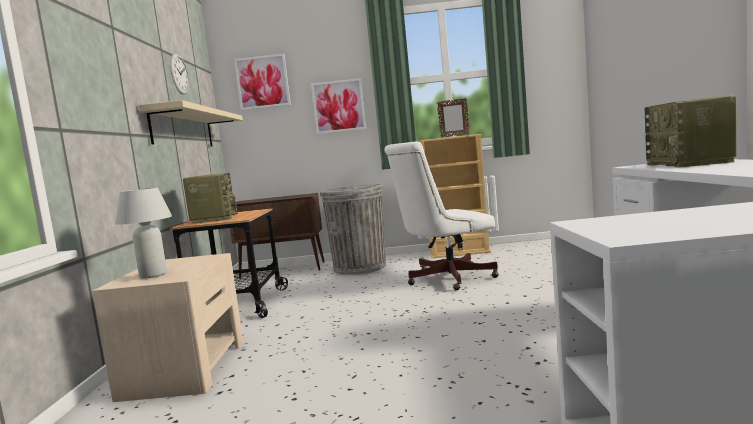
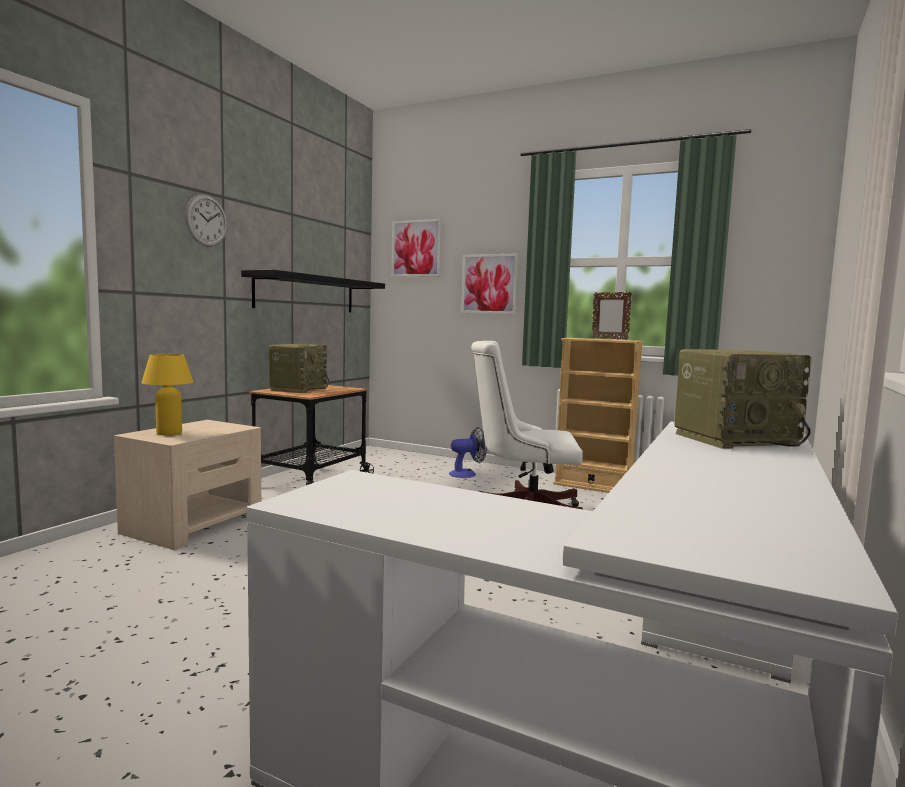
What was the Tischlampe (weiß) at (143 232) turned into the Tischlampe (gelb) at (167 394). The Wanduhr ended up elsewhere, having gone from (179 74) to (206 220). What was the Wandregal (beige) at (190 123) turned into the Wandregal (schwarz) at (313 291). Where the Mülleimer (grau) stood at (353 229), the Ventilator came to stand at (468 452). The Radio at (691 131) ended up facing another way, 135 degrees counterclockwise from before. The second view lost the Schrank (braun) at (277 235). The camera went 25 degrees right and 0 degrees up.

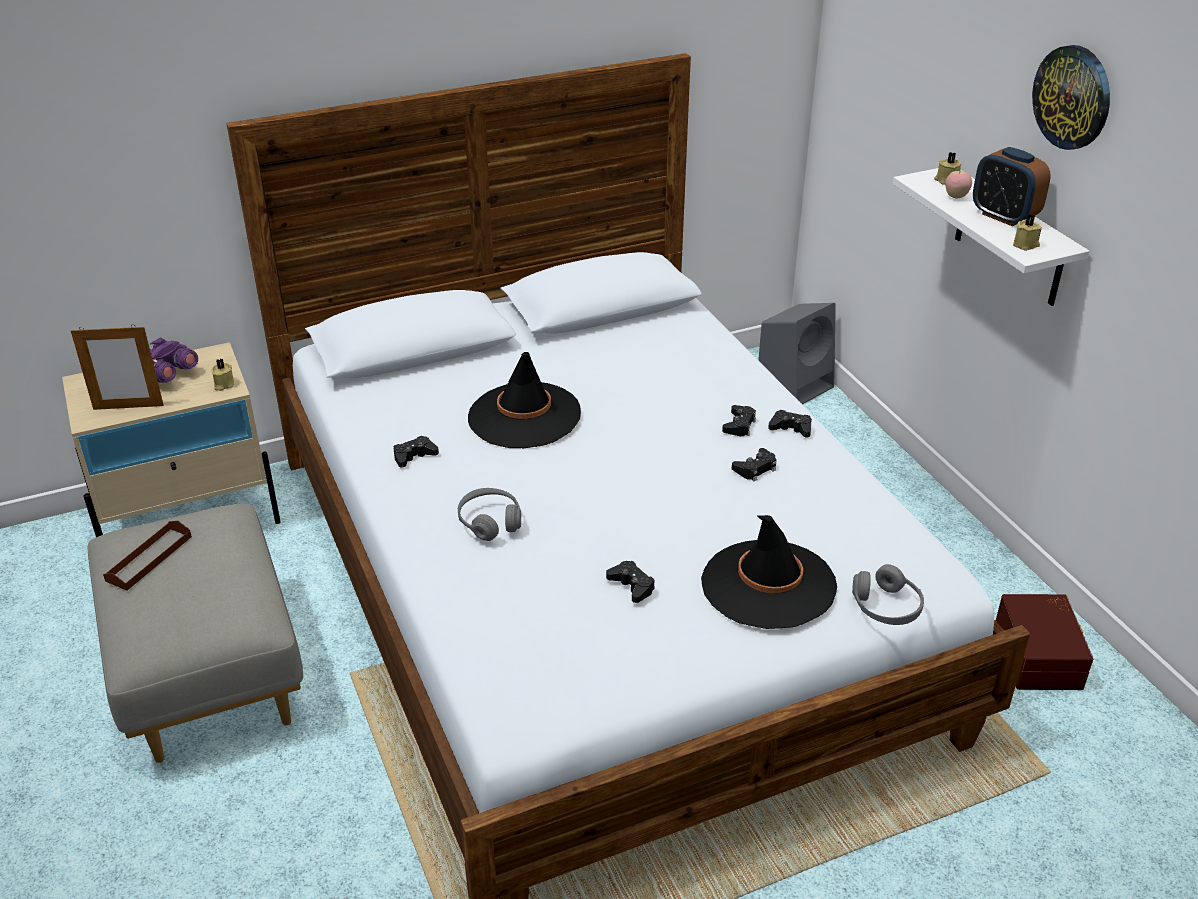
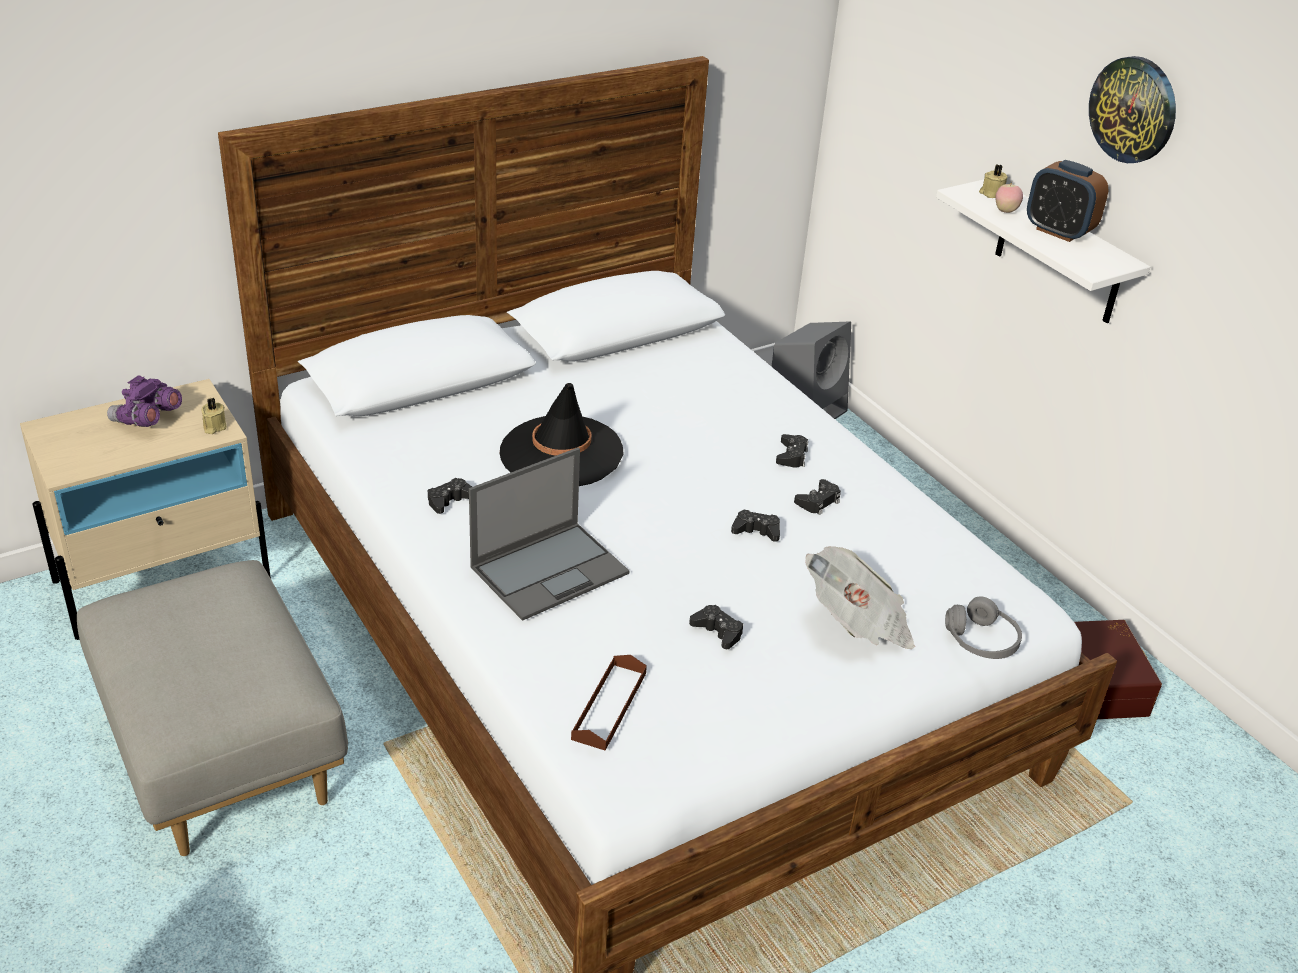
Where the Kopfhörer (grau) stood at (489 514), the Laptop came to stand at (549 534). The Tablett (braun) ended up elsewhere, having gone from (147 556) to (609 703). The Gamepad (schwarz) ended up elsewhere, having gone from (790 424) to (755 525). Where the Hut (schwarz) stood at (769 572), the Zeitung came to stand at (860 597). The second view lost the Bilderrahmen at (117 367). The second view lost the Kerze (beige) at (1027 232). The camera went 10 degrees left and 0 degrees up.

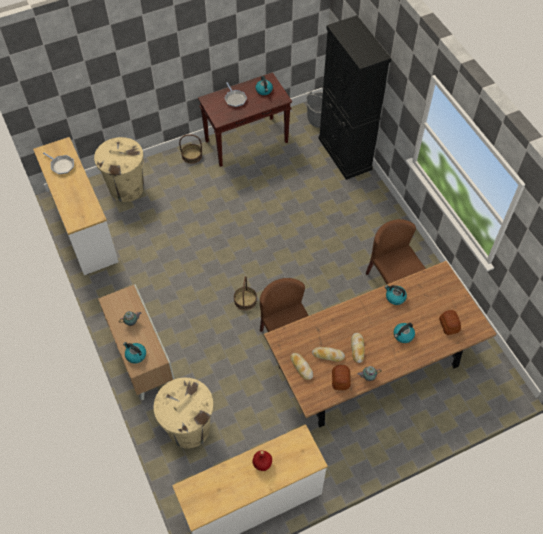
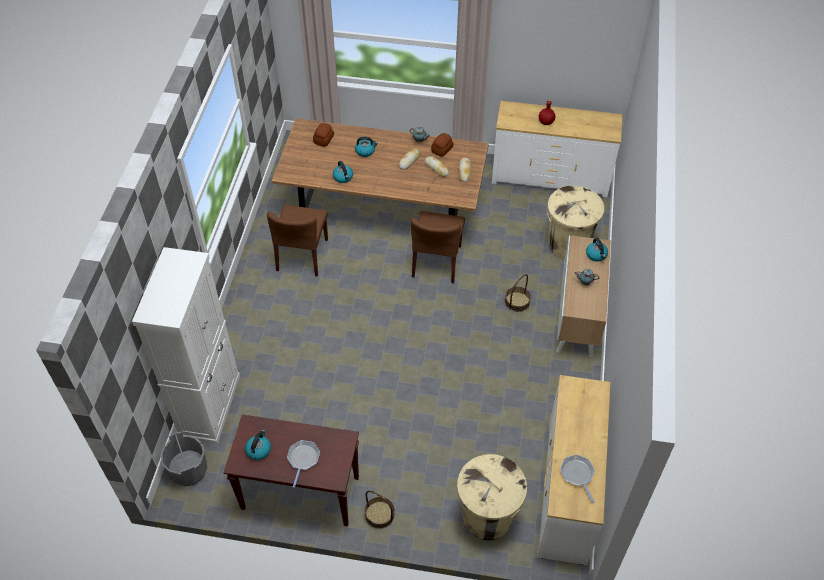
What was the Schrank (schwarz) at (355 97) turned into the Schrank (weiß) at (186 345). The Korb ended up elsewhere, having gone from (245 293) to (518 293). The camera went 145 degrees left and 5 degrees down.

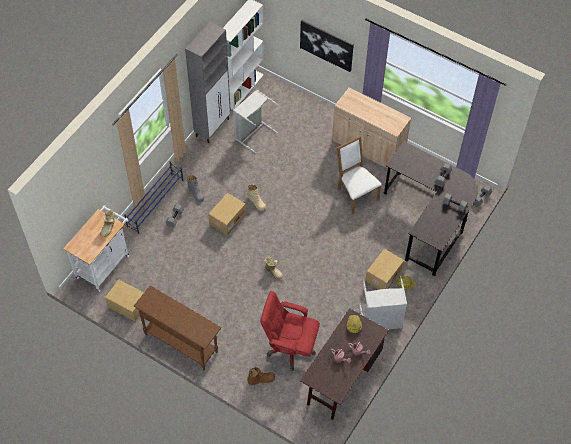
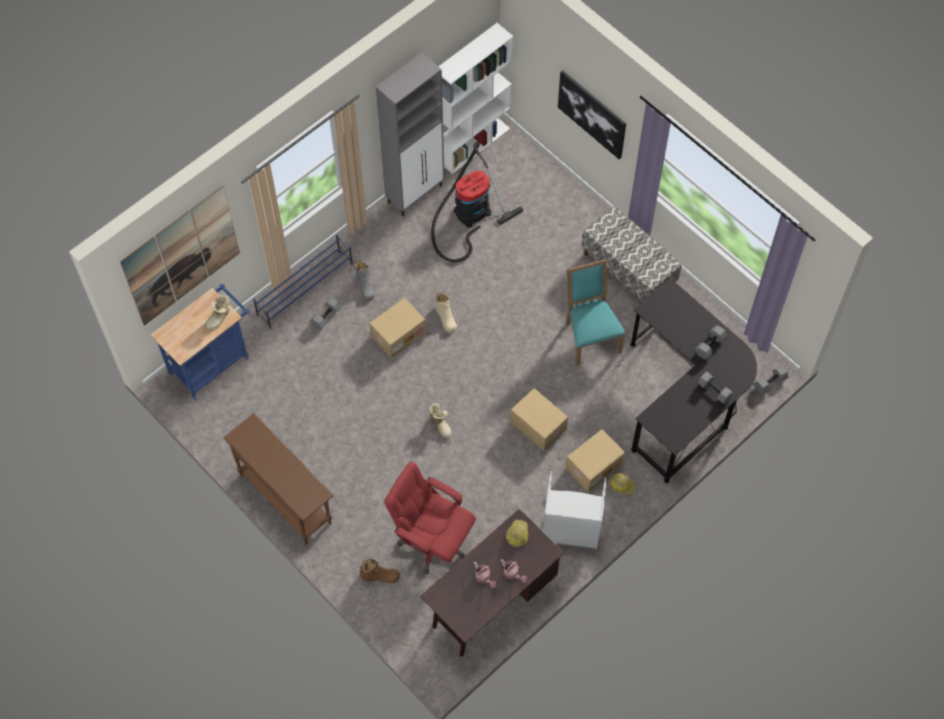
The second view gained the Bild at (180 256). What was the Rollwagen (weiß) at (96 248) turned into the Rollwagen (blau) at (200 342). Where the Wäschekorb (grau) stood at (255 121), the Staubsauger came to stand at (477 202). The Karton ended up elsewhere, having gone from (124 300) to (539 419). What was the Stuhl (weiß) at (359 175) turned into the Stuhl (türkis) at (595 312). Where the Schrank (beige) stood at (371 129), the Bank came to stand at (631 254). The camera went 15 degrees right and 5 degrees up.

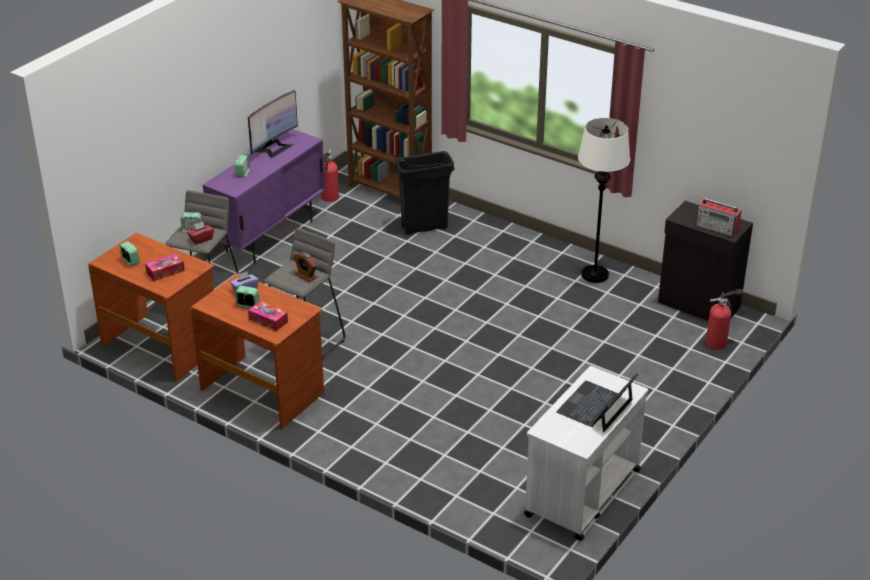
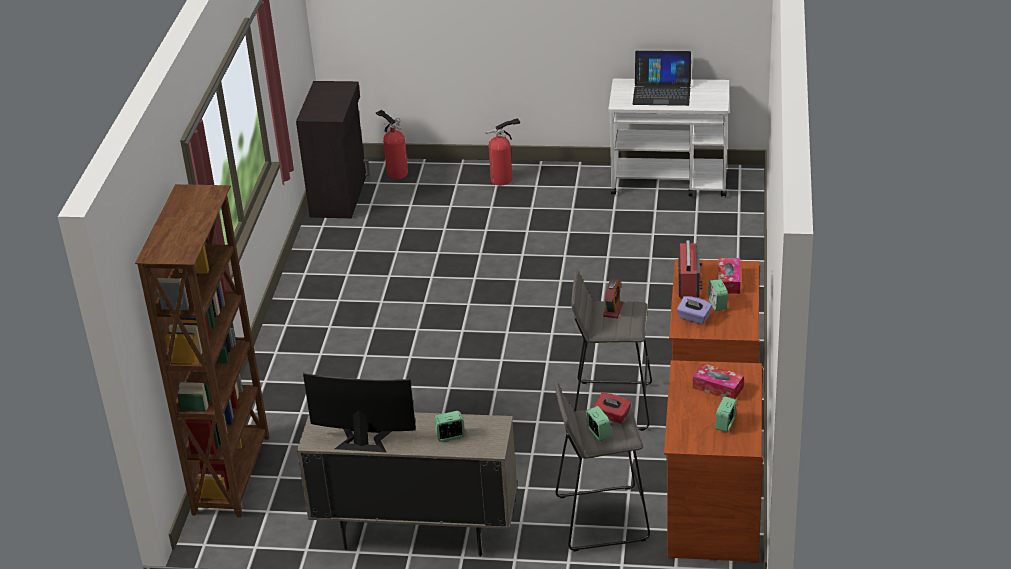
What was the Schrank (lila) at (263 196) turned into the Schrank (beige) at (407 484). The Feuerlöscher ended up elsewhere, having gone from (330 175) to (502 151). The Radio ended up elsewhere, having gone from (719 217) to (690 268). The second view lost the Mülleimer (schwarz) at (424 193). The second view lost the Stehlampe (weiß) at (604 200). The camera went 115 degrees left and 0 degrees up.

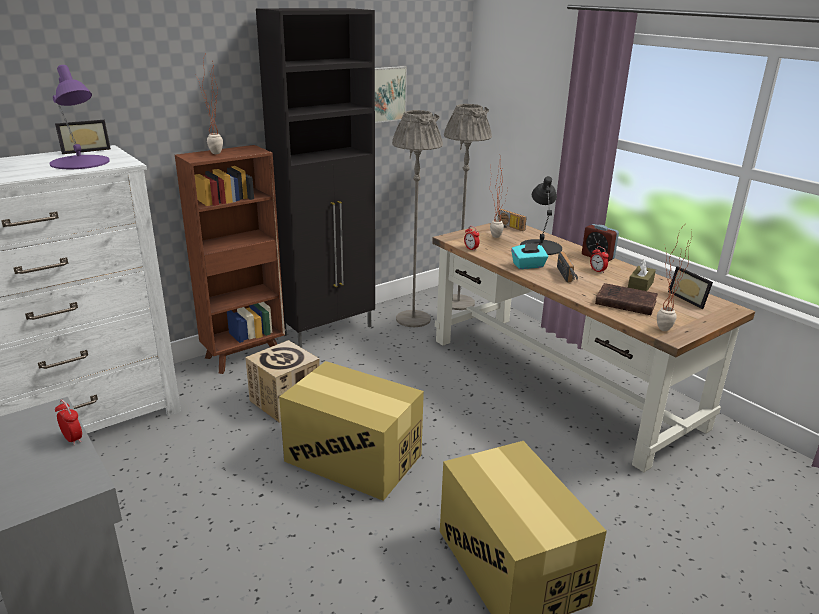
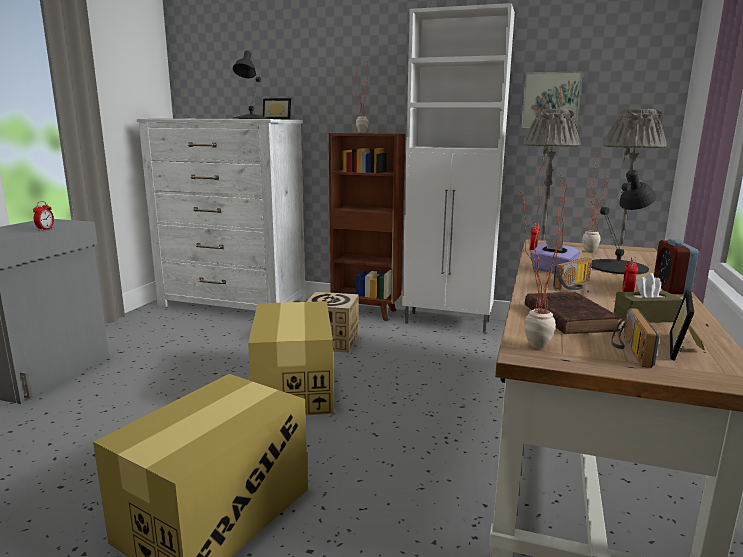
What was the Tischlampe (lila) at (80 117) turned into the Tischlampe (schwarz) at (252 85). What was the Schrank (schwarz) at (315 178) turned into the Schrank (weiß) at (458 168). What was the Taschentuchbox (türkis) at (529 256) turned into the Taschentuchbox (lila) at (555 255). The Radio ended up elsewhere, having gone from (512 220) to (635 338). The camera went 55 degrees right and 10 degrees down.

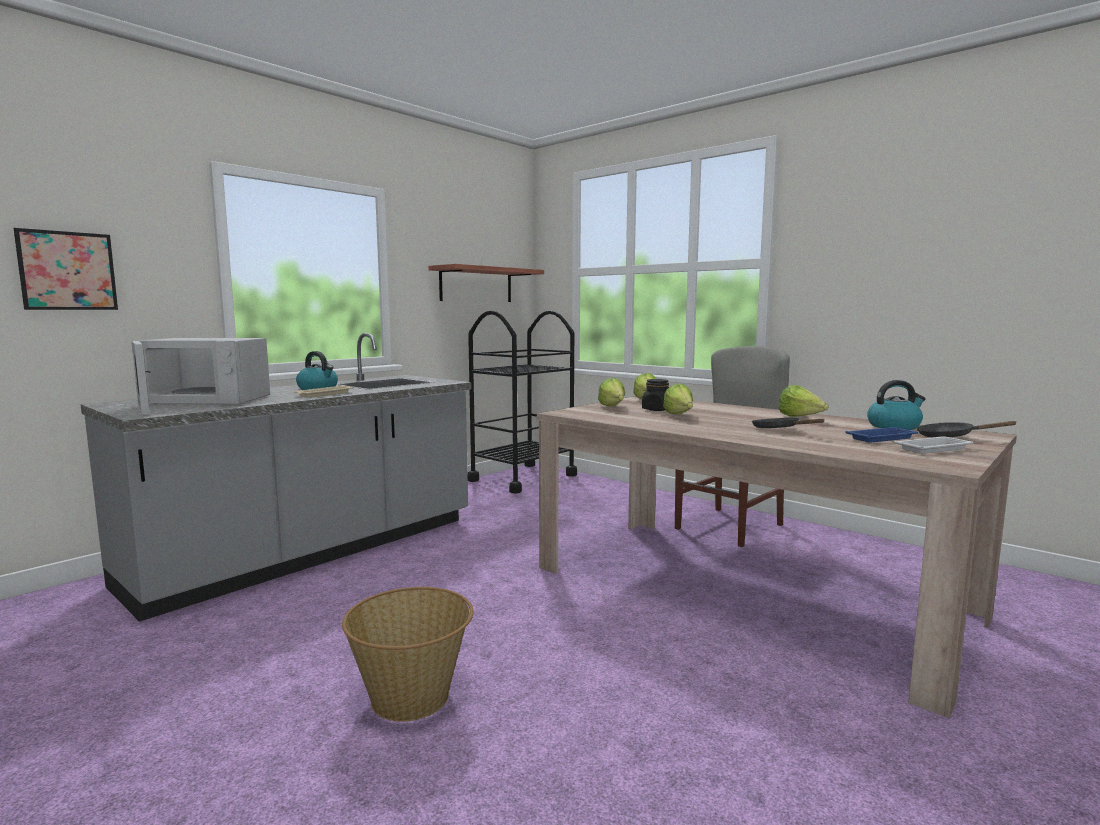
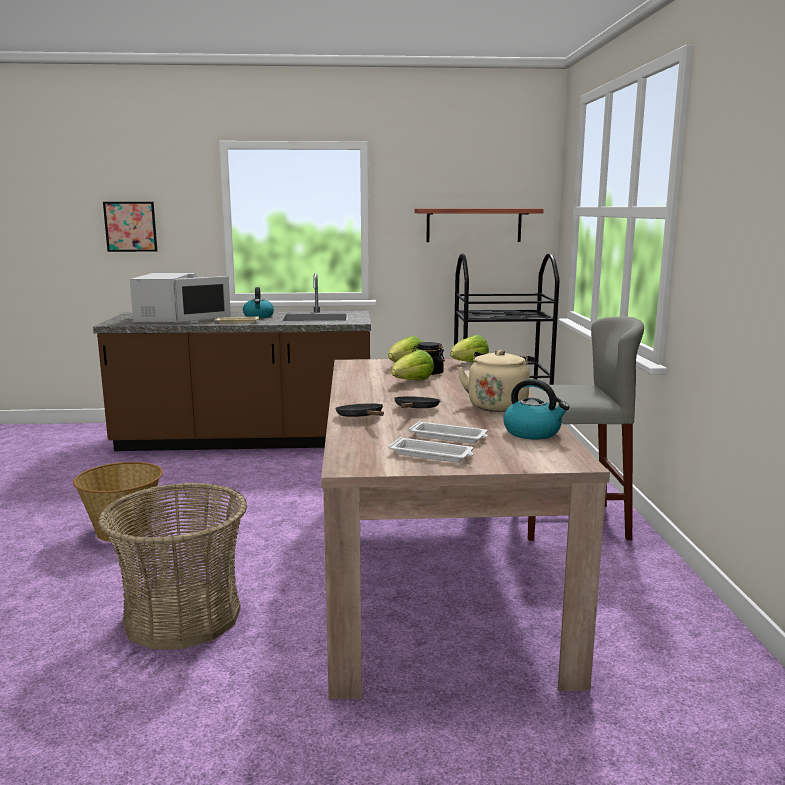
What was the Küchenzeile (grau) at (275 477) turned into the Küchenzeile (braun) at (232 362). The second view gained the Korb at (172 565). The Mikrowelle (weiß) at (201 376) ended up facing another way, 135 degrees counterclockwise from before. The Pfanne (schwarz) ended up elsewhere, having gone from (967 429) to (359 410). What was the Tablett (blau) at (881 435) turned into the Tablett (weiß) at (448 432). Where the Salatkopf stood at (803 401), the Wasserkessel (beige) came to stand at (496 381). The camera went 45 degrees right and 5 degrees up.

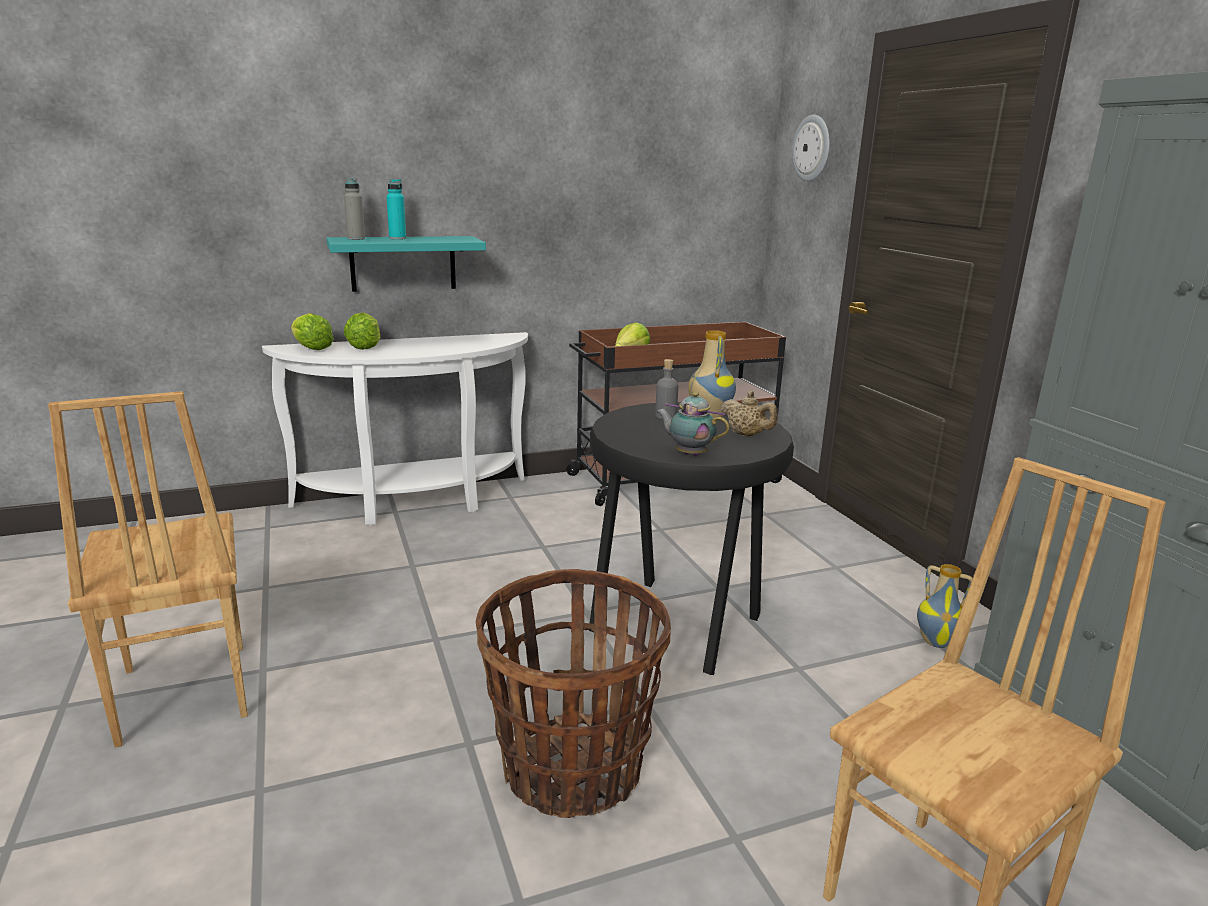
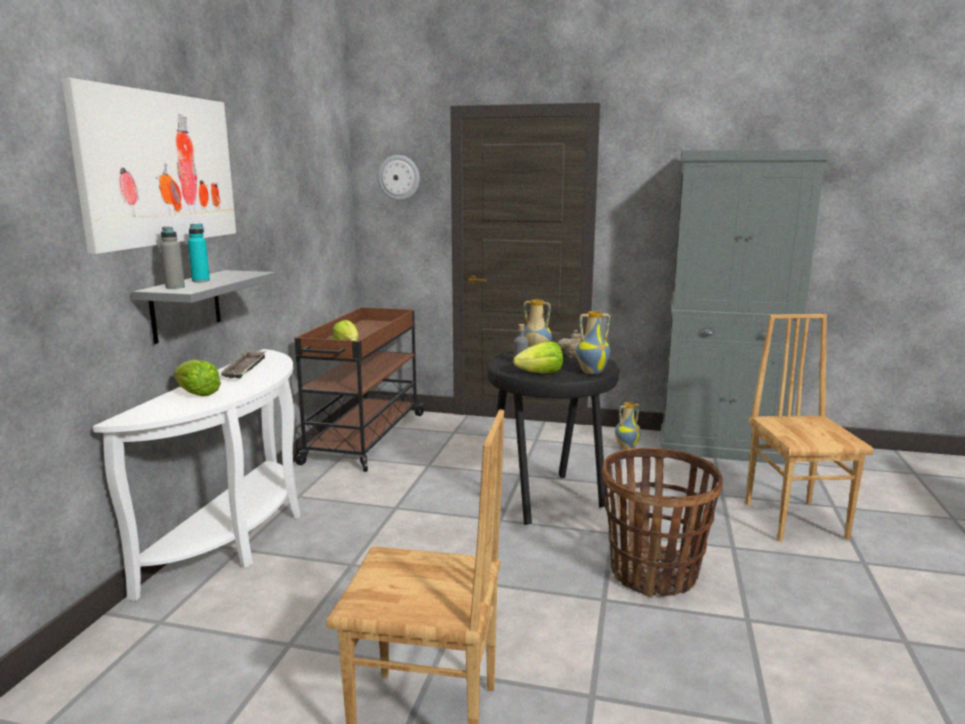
The second view gained the Bild at (148 166). What was the Wandregal (türkis) at (406 264) turned into the Wandregal (grau) at (204 307). The second view gained the Tablett at (243 364). The Salatkopf ended up elsewhere, having gone from (312 331) to (538 357). Where the Teekanne stood at (693 424), the Vase came to stand at (593 342). The camera went 55 degrees left and 5 degrees down.

